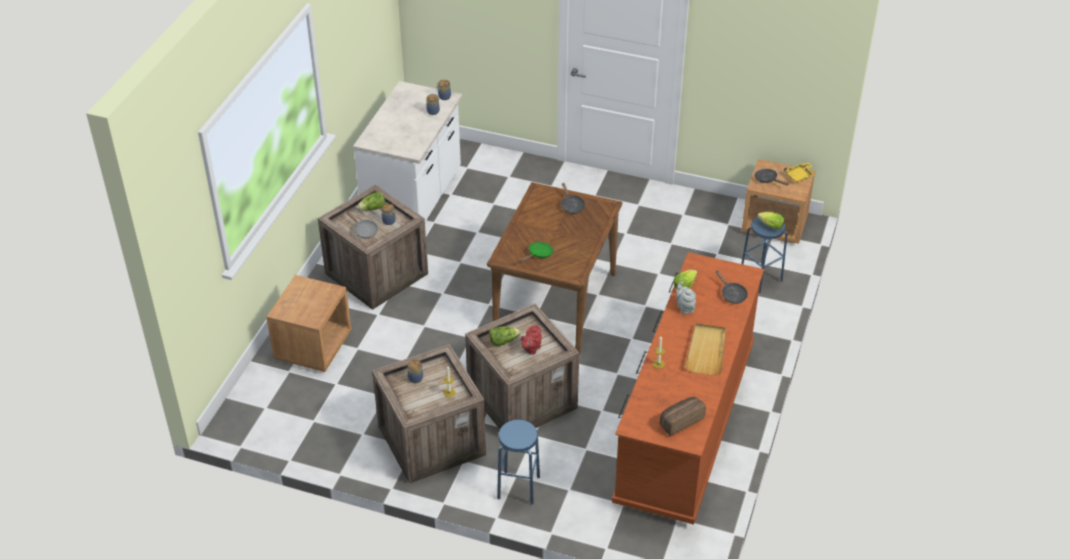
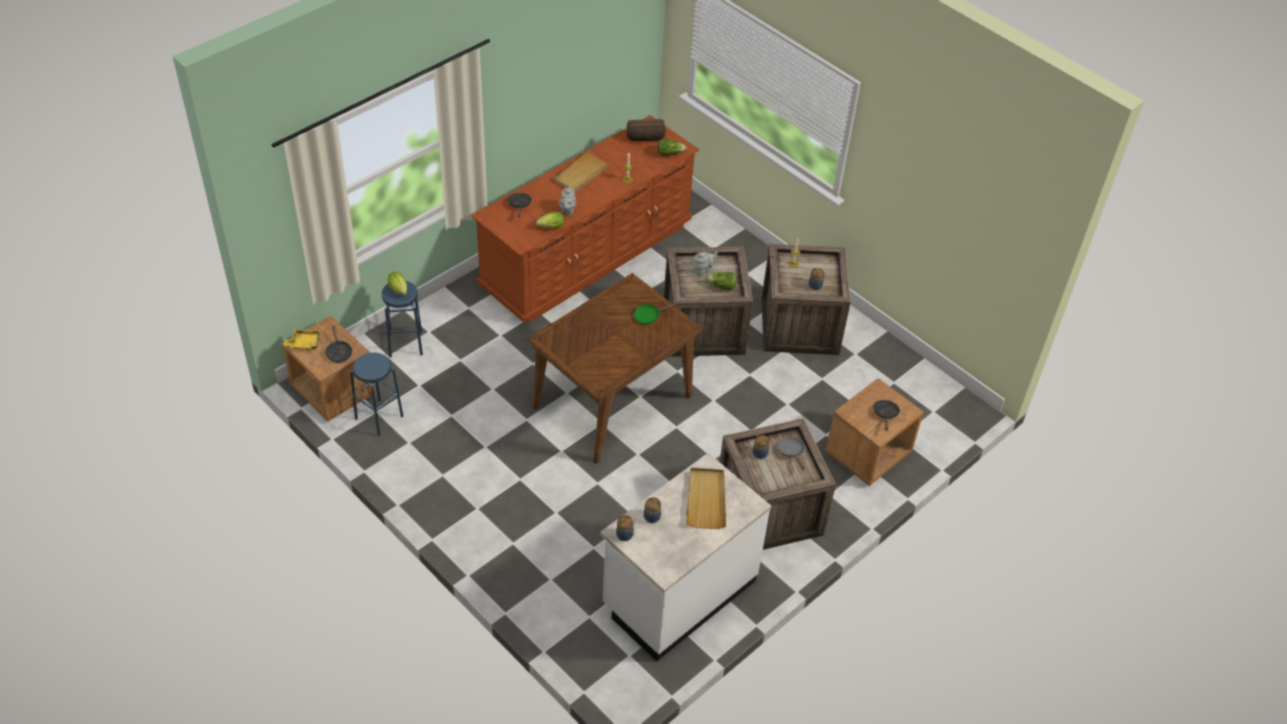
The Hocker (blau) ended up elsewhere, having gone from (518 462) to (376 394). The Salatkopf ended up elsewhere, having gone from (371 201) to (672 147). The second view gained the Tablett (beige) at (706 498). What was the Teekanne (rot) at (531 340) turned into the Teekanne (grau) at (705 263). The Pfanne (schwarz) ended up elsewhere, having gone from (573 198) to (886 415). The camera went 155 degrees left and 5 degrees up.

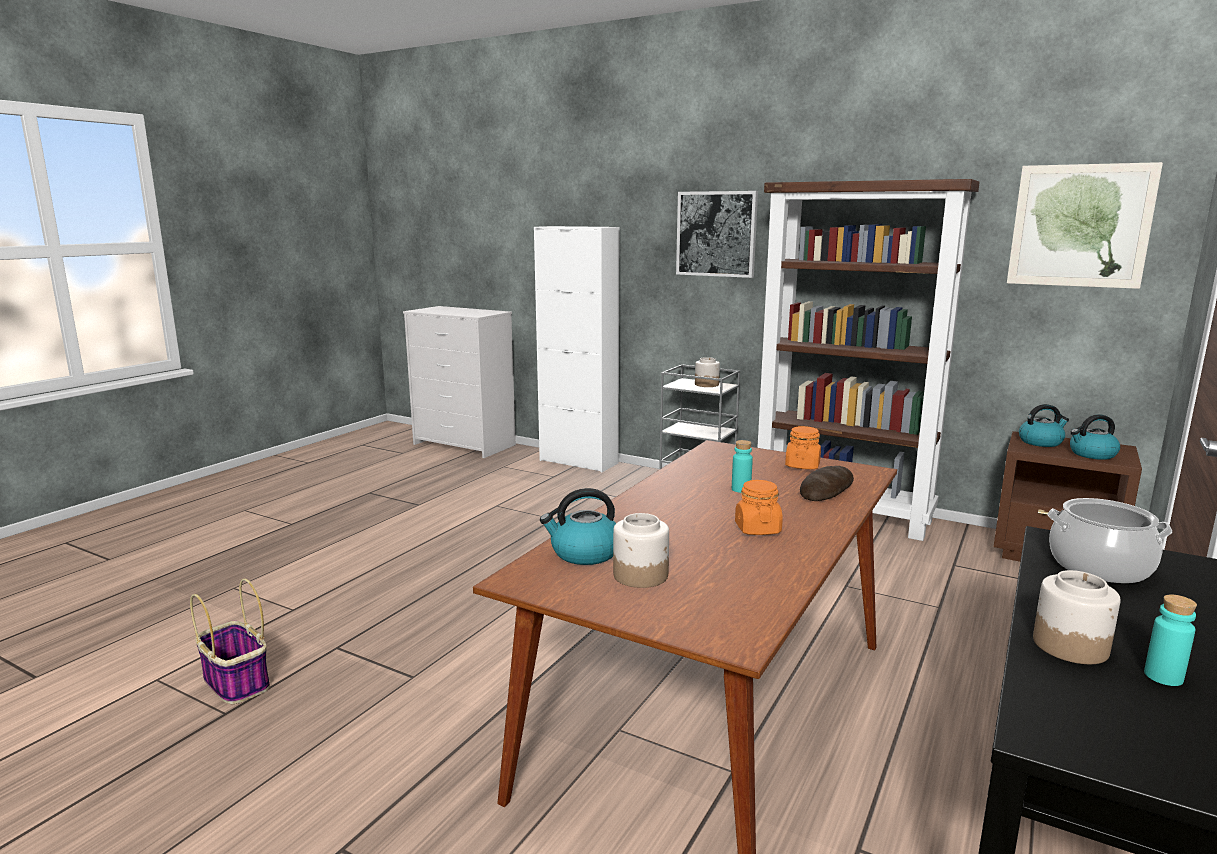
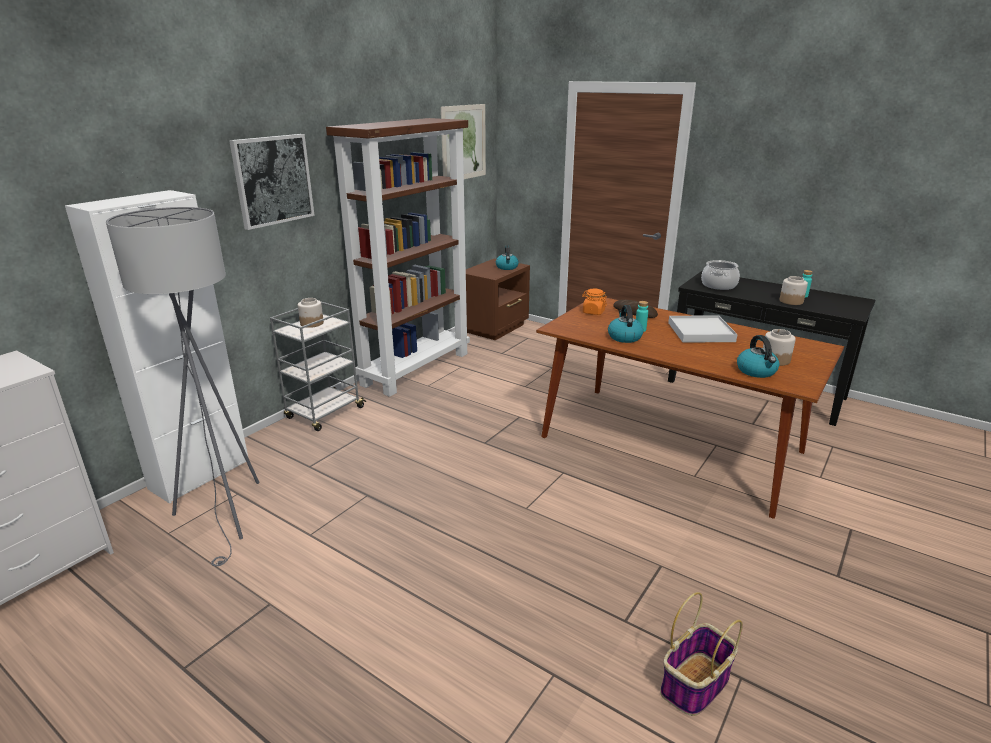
The second view gained the Stehlampe (grau) at (182 386). The Wasserkessel ended up elsewhere, having gone from (1044 425) to (626 324). Where the Vorratsglas (orange) stood at (759 507), the Tablett (weiß) came to stand at (703 329). The camera went 85 degrees left and 10 degrees up.

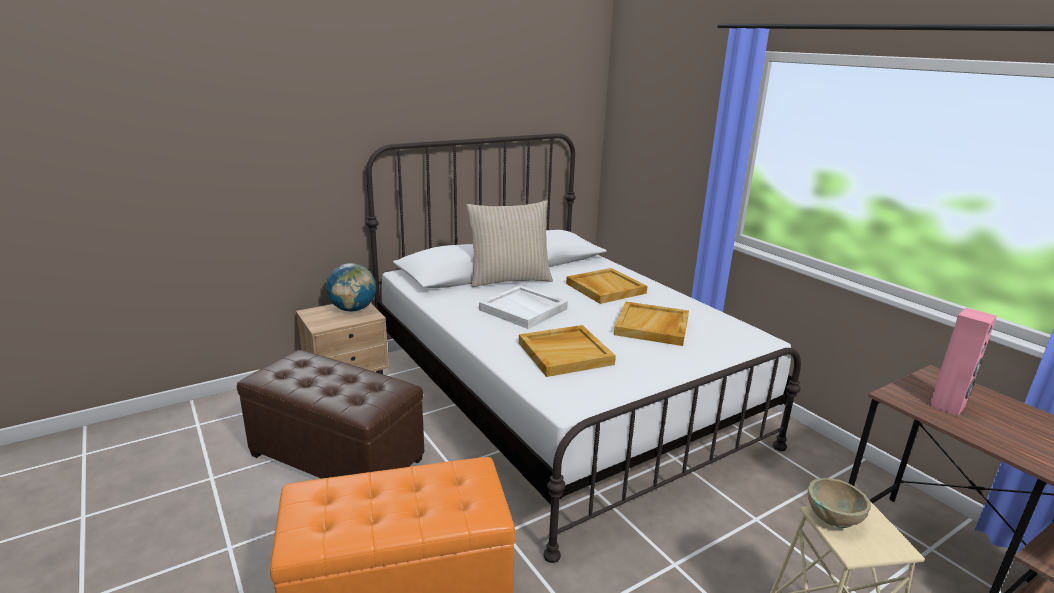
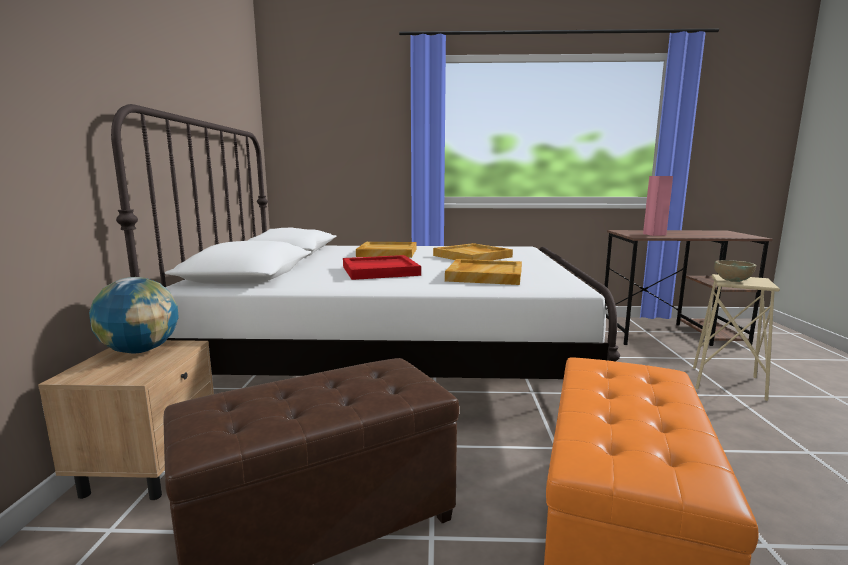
What was the Tablett (weiß) at (523 307) turned into the Tablett (rot) at (382 267). The second view lost the Kissen (beige) at (509 243). The camera went 55 degrees left and 10 degrees down.

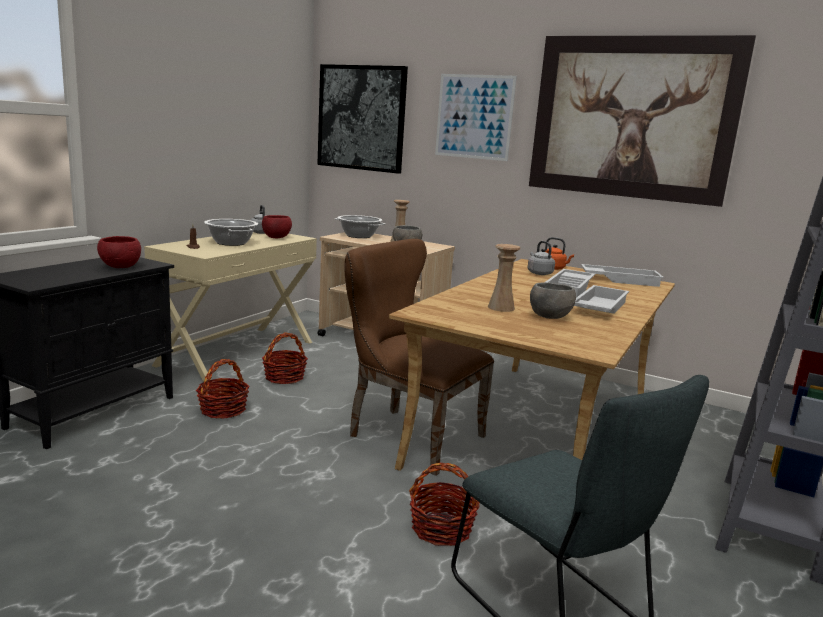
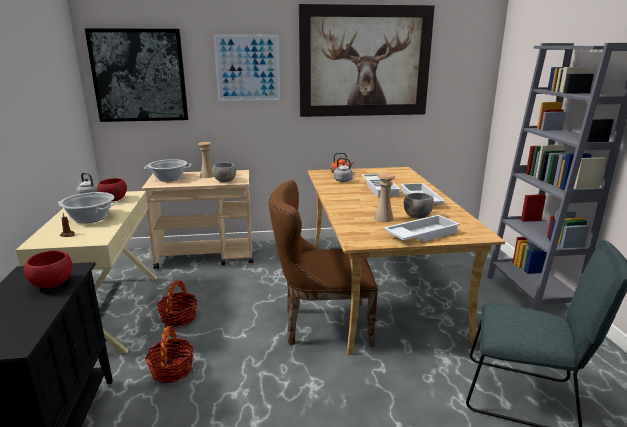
The Tablett (weiß) ended up elsewhere, having gone from (622 275) to (422 228). The second view lost the Korb at (444 504). The camera went 35 degrees left and 5 degrees up.

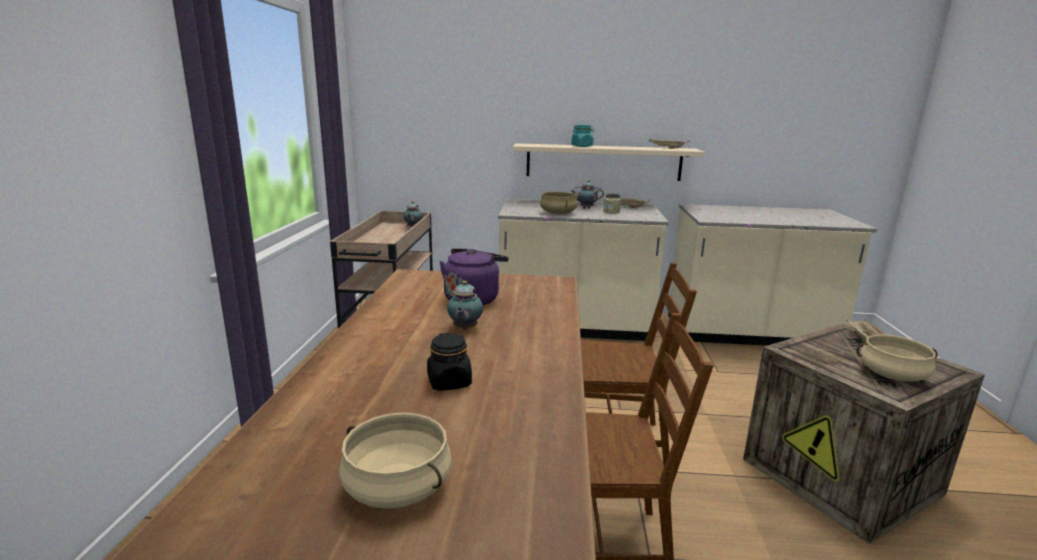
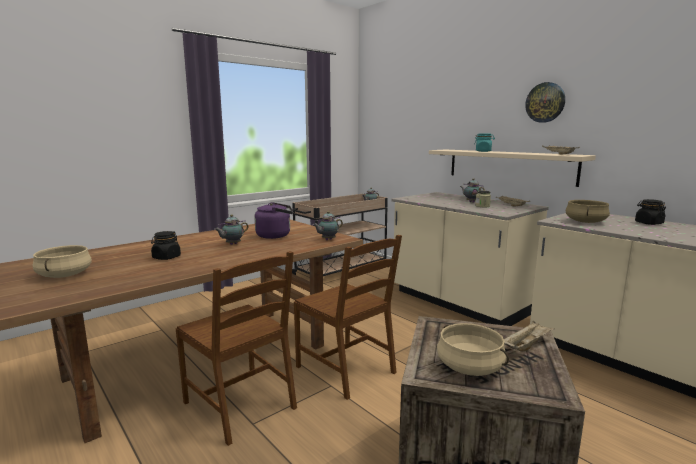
The second view gained the Teekanne at (327 225). The second view gained the Wanduhr at (545 102). The Kochtopf (beige) ended up elsewhere, having gone from (559 202) to (587 211). The second view gained the Vorratsglas (schwarz) at (650 212). The camera went 45 degrees right and 5 degrees down.

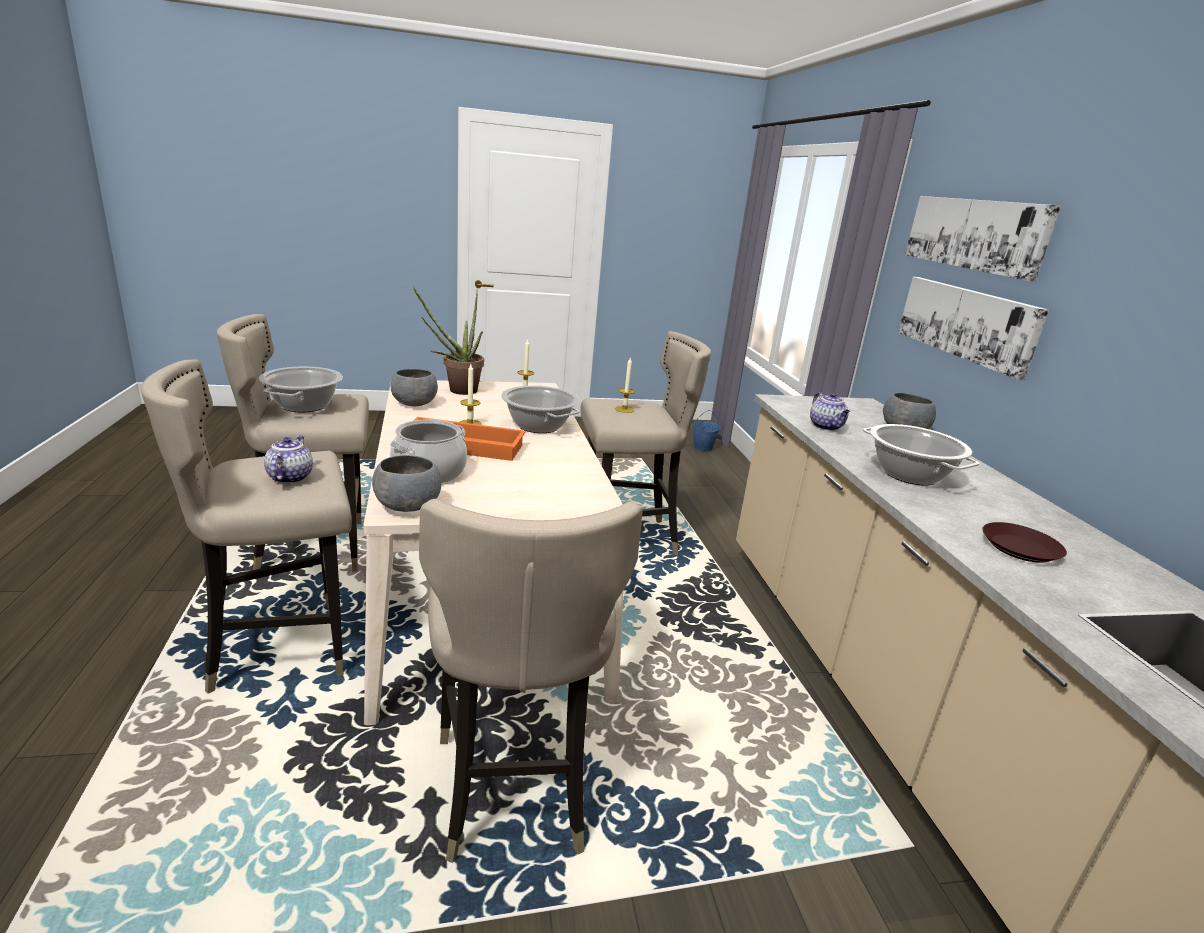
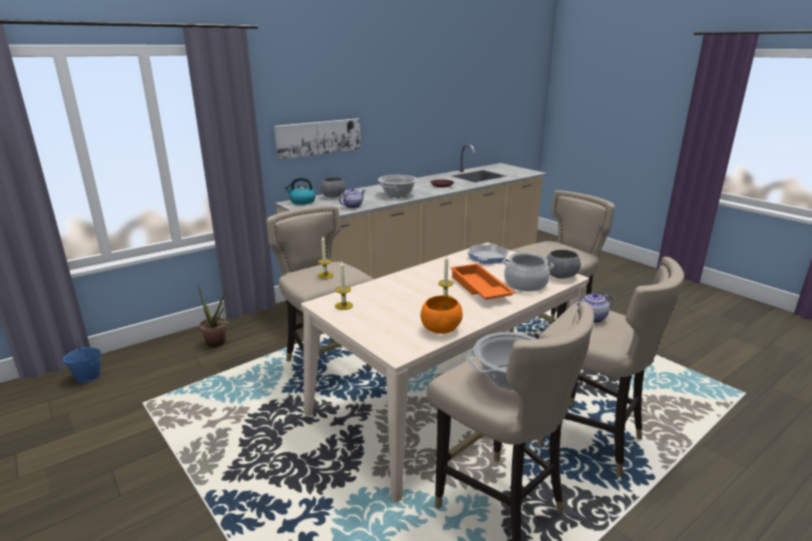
The Topfpflanze ended up elsewhere, having gone from (448 340) to (214 316). The second view gained the Wasserkessel at (300 191). What was the Schüssel (grau) at (414 387) turned into the Schüssel (orange) at (442 315). The second view gained the Pfanne at (488 254). The second view lost the Kochtopf at (540 409). The second view lost the Bild at (983 239). The camera went 115 degrees left and 0 degrees up.

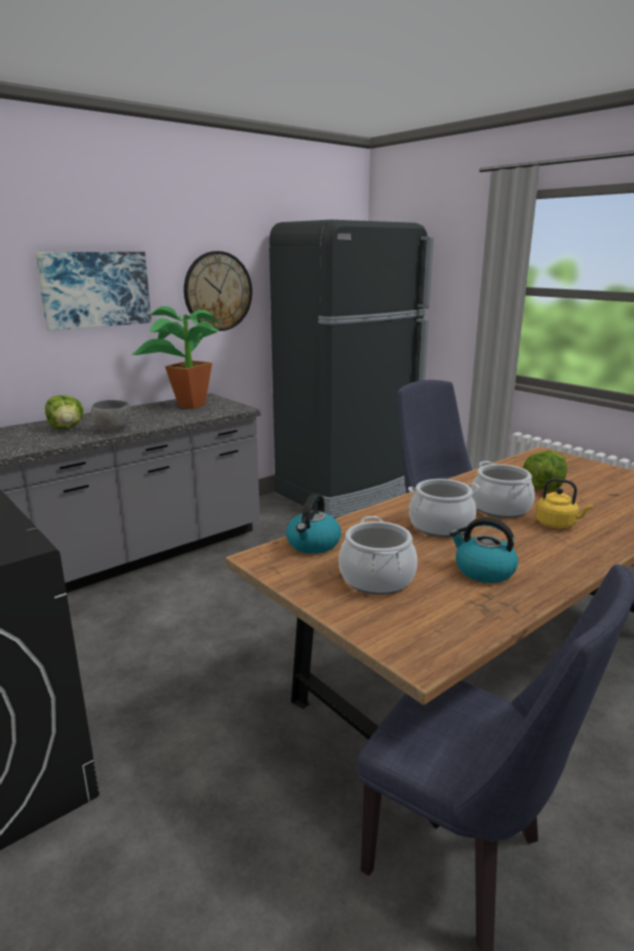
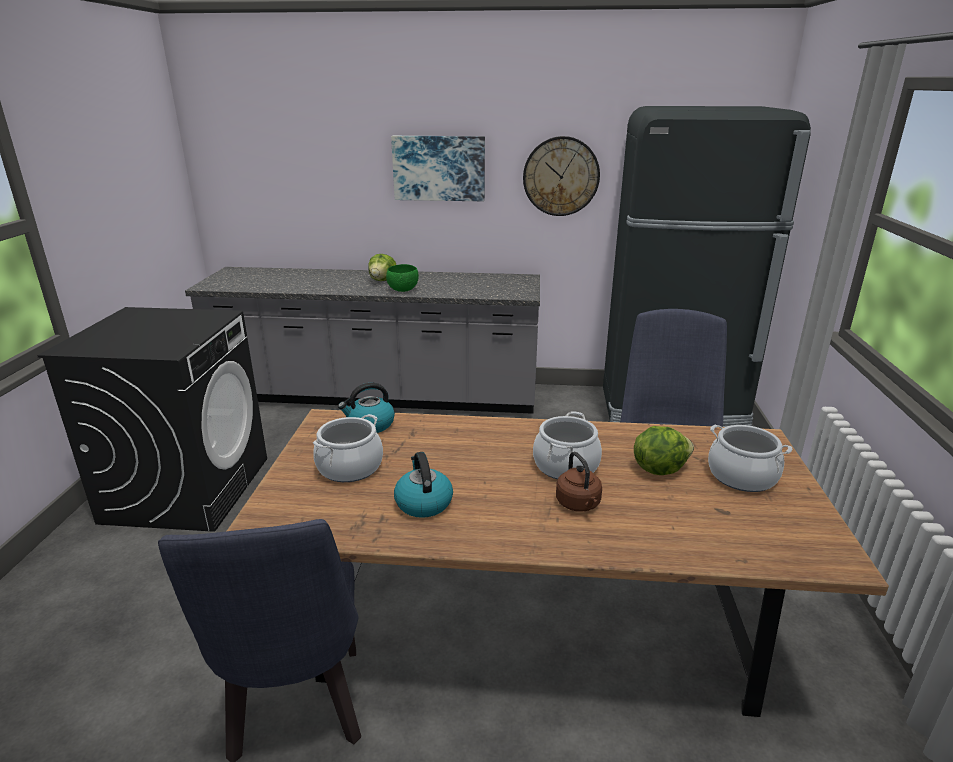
What was the Schüssel (grau) at (111 416) turned into the Schüssel (grün) at (402 278). What was the Wasserkessel (gelb) at (563 503) turned into the Wasserkessel (braun) at (579 482). The Kochtopf ended up elsewhere, having gone from (444 508) to (750 458). The second view lost the Topfpflanze at (176 357). The camera went 45 degrees right and 5 degrees up.

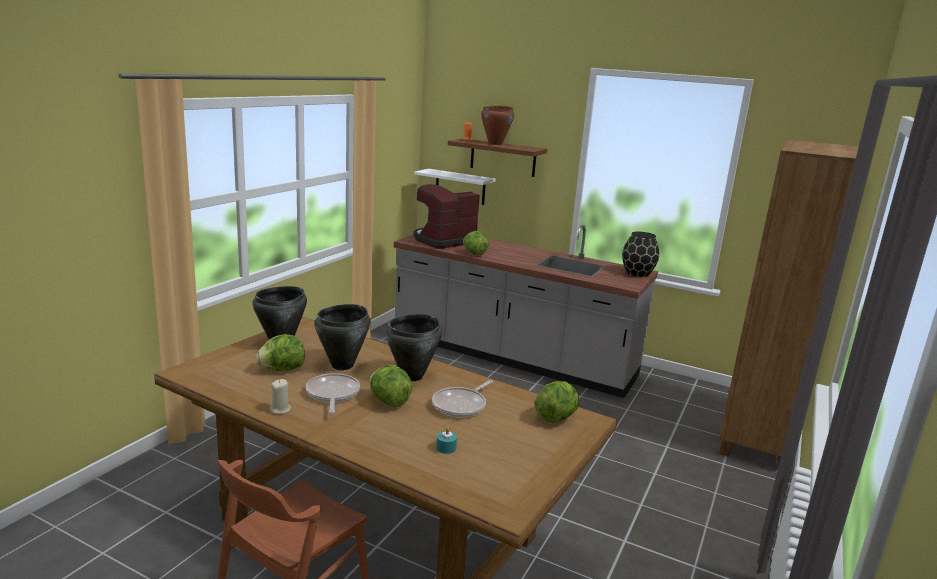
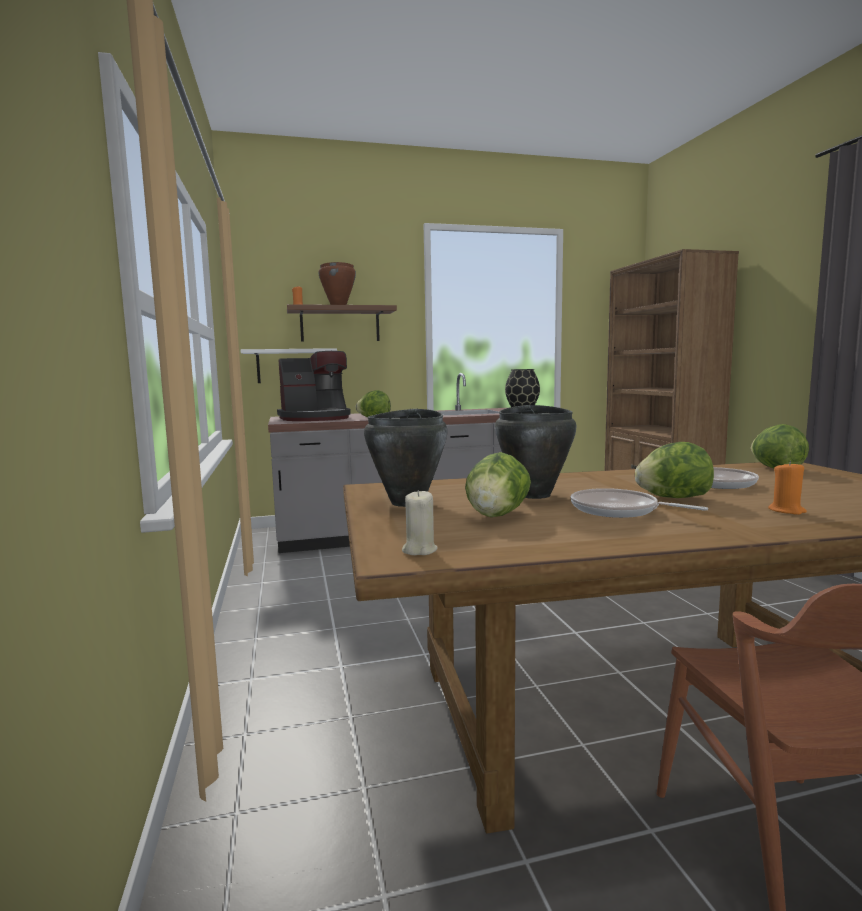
The Kaffeemaschine at (446 216) ended up facing another way, 120 degrees counterclockwise from before. The Kerze (beige) ended up elsewhere, having gone from (280 396) to (420 522). The second view gained the Kerze (orange) at (787 488). The second view lost the Kochtopf (schwarz) at (414 347). The second view lost the Kerze (türkis) at (446 440). The camera went 40 degrees left and 10 degrees down.

